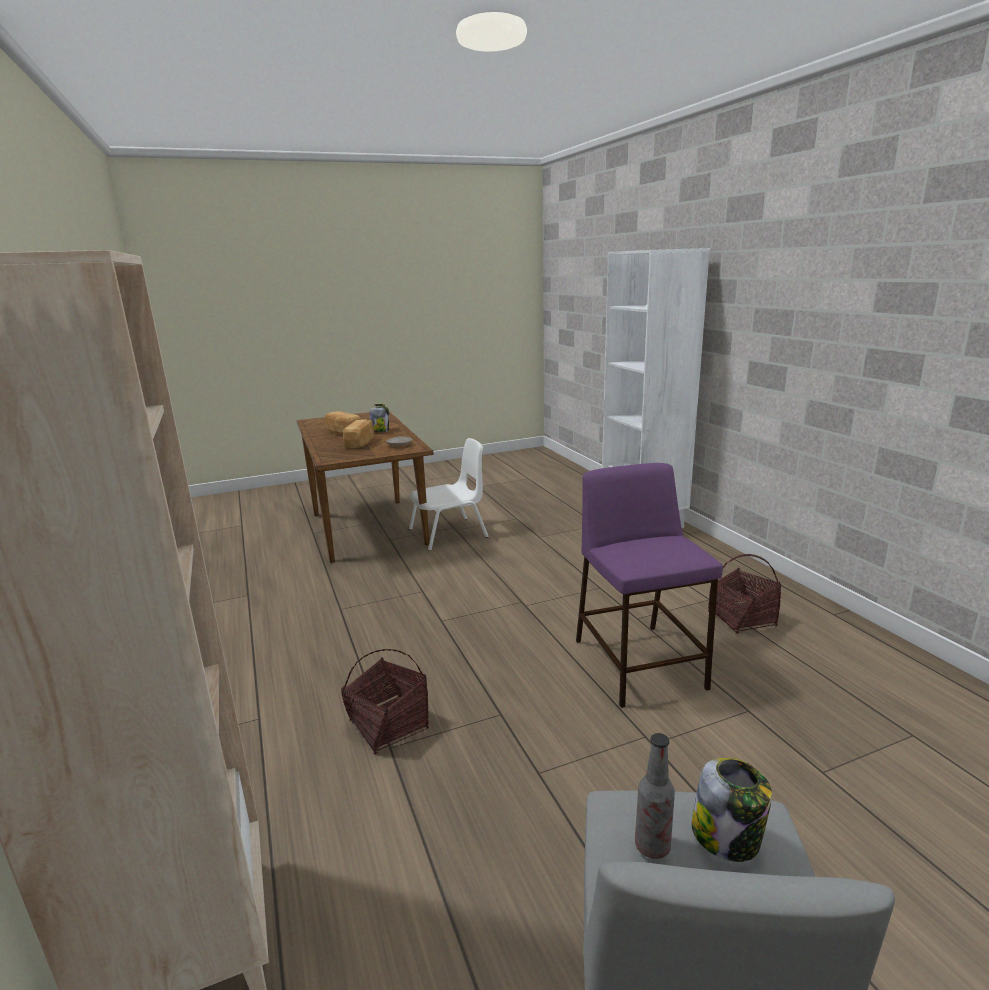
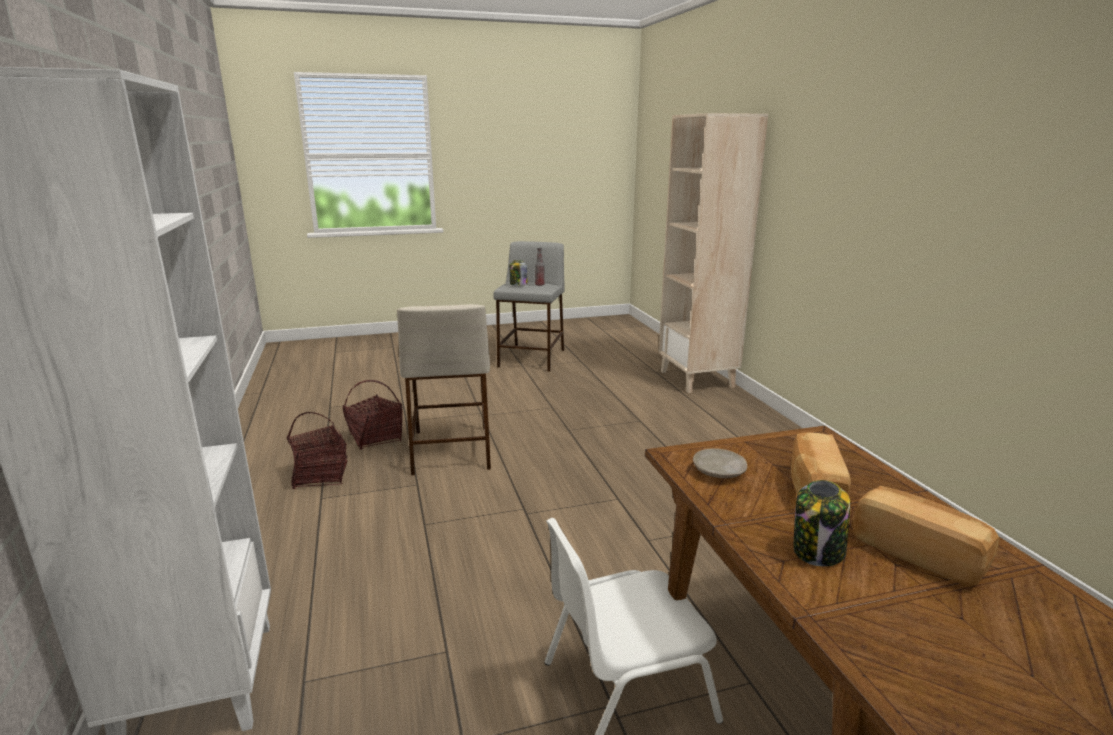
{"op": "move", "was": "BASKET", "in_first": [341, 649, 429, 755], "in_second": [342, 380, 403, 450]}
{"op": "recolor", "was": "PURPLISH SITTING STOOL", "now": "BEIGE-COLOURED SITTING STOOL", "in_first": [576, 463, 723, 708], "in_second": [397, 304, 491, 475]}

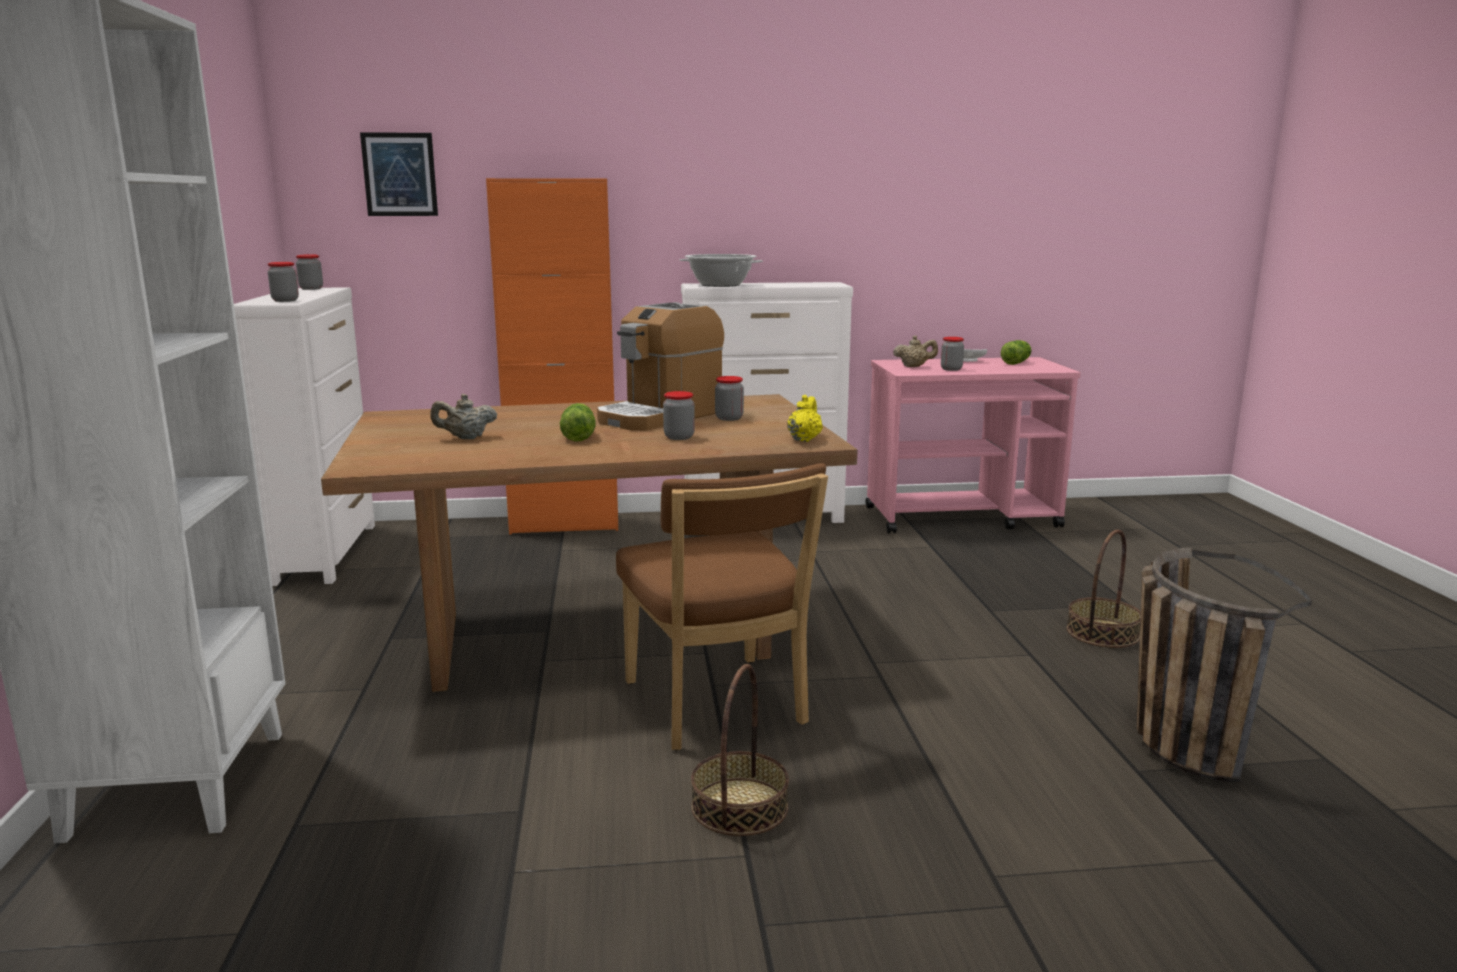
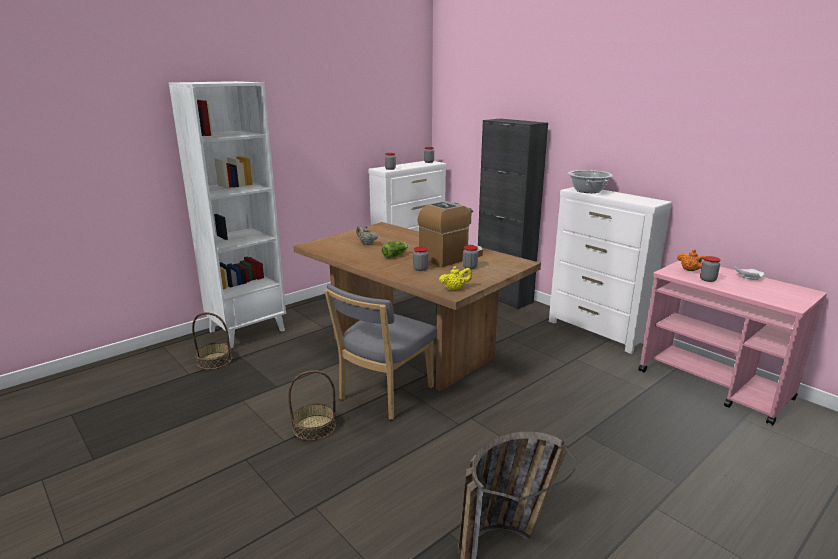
{"op": "delete", "was": "WALL ART", "in_first": [360, 132, 438, 216]}
{"op": "recolor", "was": "ORANGEY CUPBOARD", "now": "BLACKISH CUPBOARD", "in_first": [486, 178, 618, 535], "in_second": [478, 119, 548, 309]}
{"op": "rotate", "was": "COFFEE MACHINE", "in_first": [597, 302, 724, 430], "in_second": [418, 201, 483, 267], "clockwise": 135}
{"op": "recolor", "was": "BROWNISH PLAIN CHAIR", "now": "GRAY PLAIN CHAIR", "in_first": [616, 463, 828, 750], "in_second": [324, 284, 436, 420]}
{"op": "recolor", "was": "BEIGE-COLOURED TEA POT", "now": "ORANGEY TEA POT", "in_first": [893, 335, 938, 367], "in_second": [677, 249, 706, 271]}
{"op": "delete", "was": "LETTUCE", "in_first": [1001, 340, 1031, 365]}
{"op": "move", "was": "BASKET", "in_first": [1066, 530, 1141, 648], "in_second": [192, 312, 232, 370]}

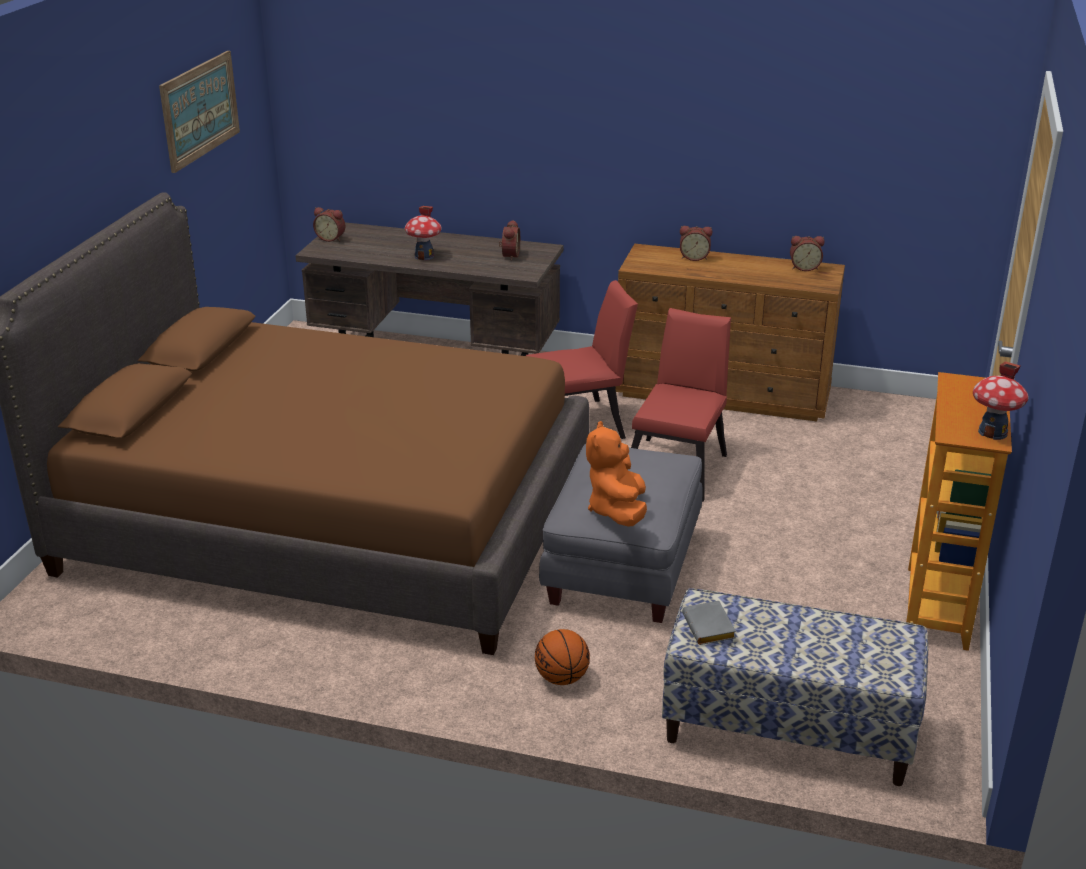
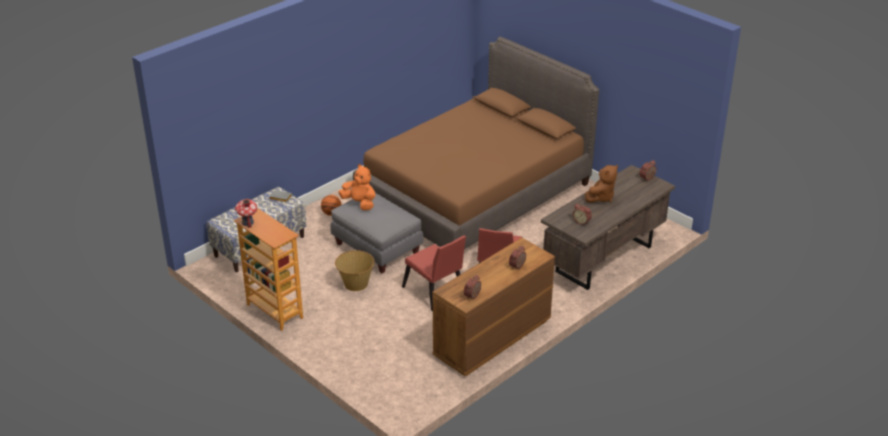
{"op": "delete", "was": "WALL ART", "in_first": [159, 51, 240, 173]}
{"op": "replace", "was": "MINIATURE HOUSE", "now": "BROWNISH SOFT TOY", "in_first": [405, 206, 442, 260], "in_second": [585, 165, 618, 203]}
{"op": "insert", "now": "BASKET", "in_second": [335, 250, 375, 291]}

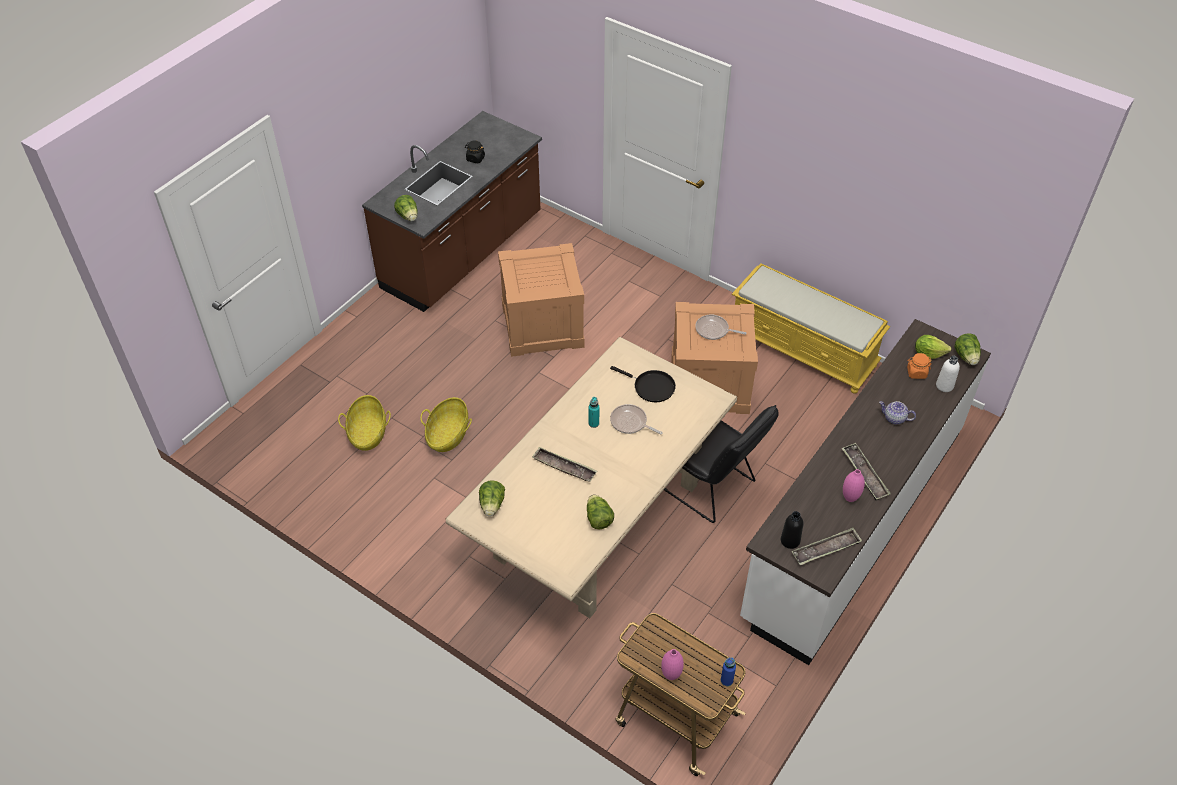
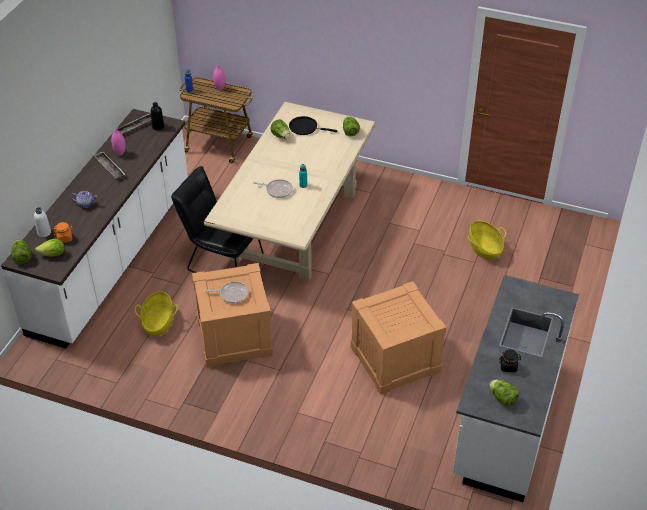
{"op": "recolor", "was": "BROWNISH KITCHEN COUNTER", "now": "WHITE-COLOURED KITCHEN COUNTER", "in_first": [362, 111, 542, 312], "in_second": [453, 276, 579, 502]}
{"op": "move", "was": "LETTUCE", "in_first": [394, 195, 418, 221], "in_second": [489, 380, 519, 407]}
{"op": "move", "was": "BASKET", "in_first": [420, 397, 472, 452], "in_second": [135, 291, 178, 336]}
{"op": "delete", "was": "CARRYING TRAY", "in_first": [532, 447, 597, 482]}
{"op": "move", "was": "BLACKISH SKILLET", "in_first": [610, 366, 676, 402], "in_second": [289, 116, 338, 135]}
{"op": "delete", "was": "YELLOWISH INDOOR BENCH", "in_first": [732, 263, 890, 394]}

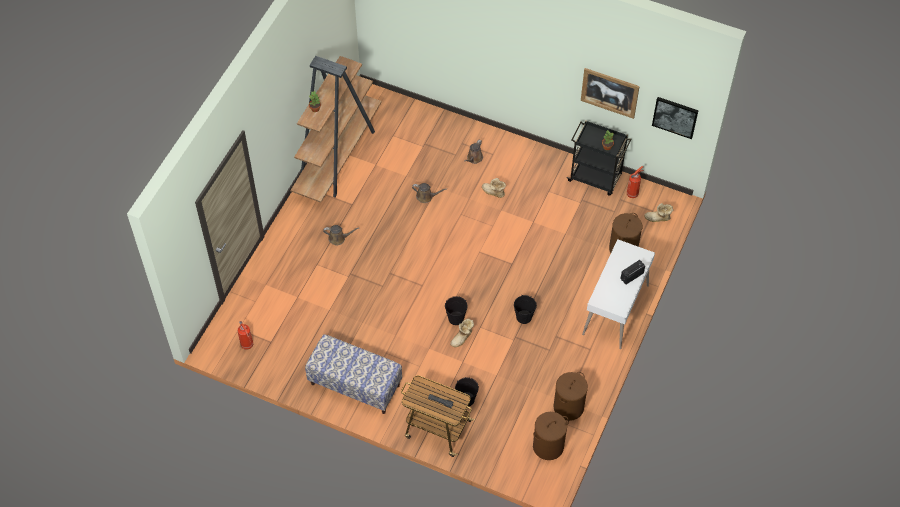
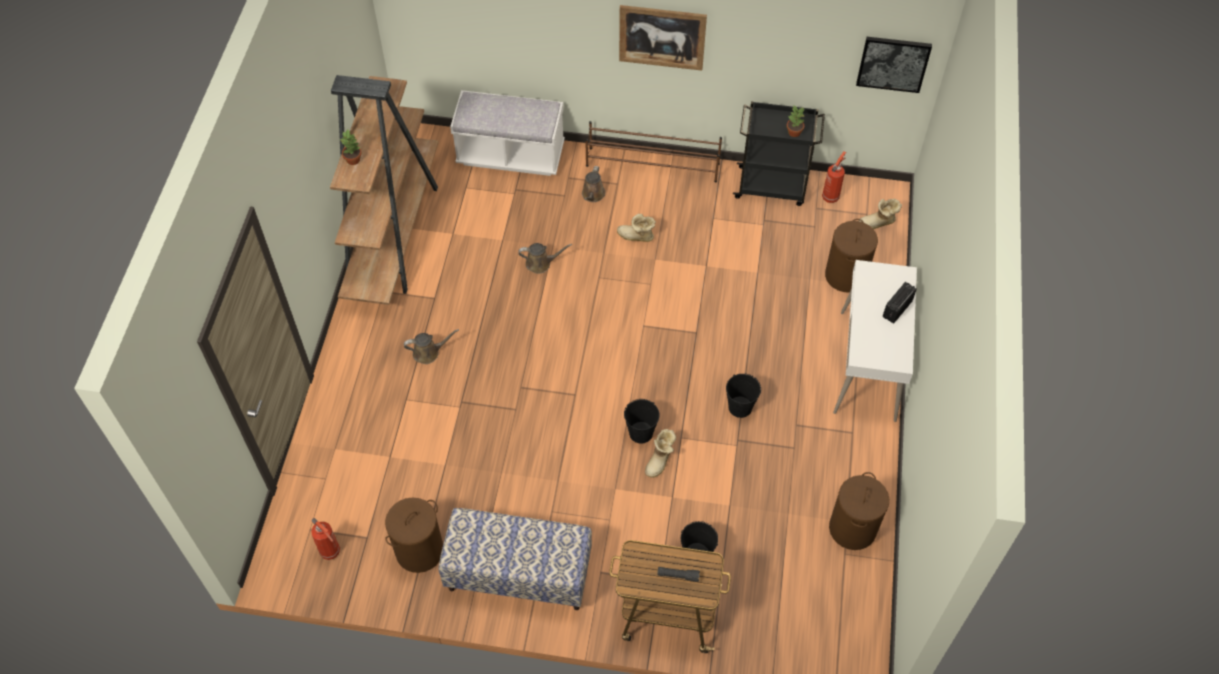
{"op": "move", "was": "BROWNISH WASHING BASKET", "in_first": [533, 412, 569, 460], "in_second": [385, 498, 443, 573]}
{"op": "move", "was": "WALL ART", "in_first": [581, 68, 640, 119], "in_second": [619, 5, 707, 71]}
{"op": "insert", "now": "WHITE-COLOURED INDOOR BENCH", "in_second": [450, 90, 565, 176]}
{"op": "insert", "now": "BROWNISH SHOE STAND", "in_second": [585, 121, 722, 183]}

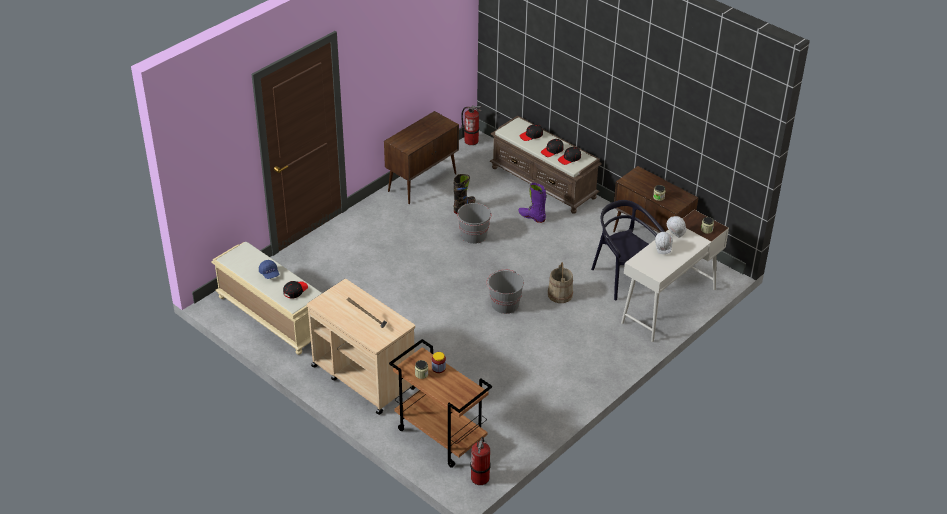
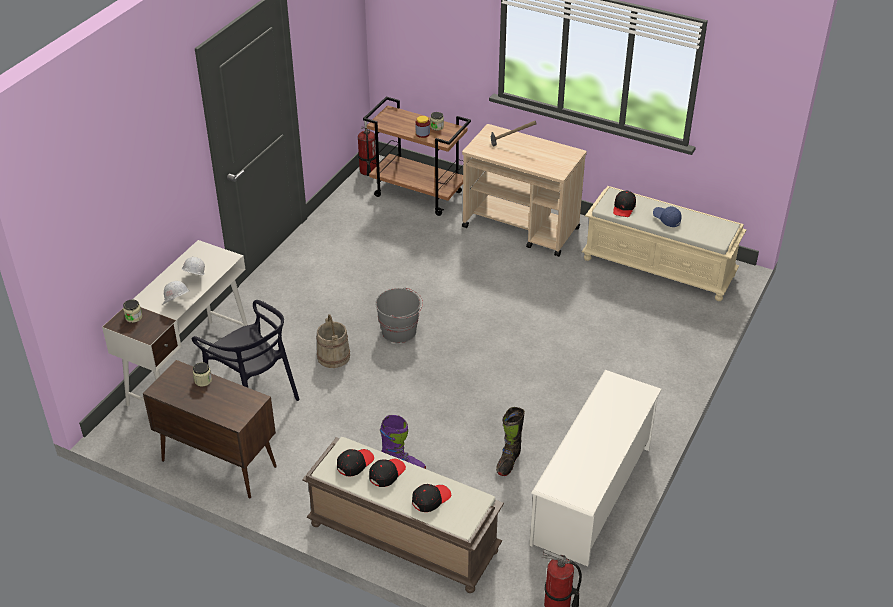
{"op": "replace", "was": "BROWNISH CUPBOARD", "now": "WHITE-COLOURED SHOE STAND", "in_first": [384, 111, 459, 204], "in_second": [529, 370, 662, 567]}
{"op": "delete", "was": "GRAY PAIL", "in_first": [457, 203, 492, 244]}

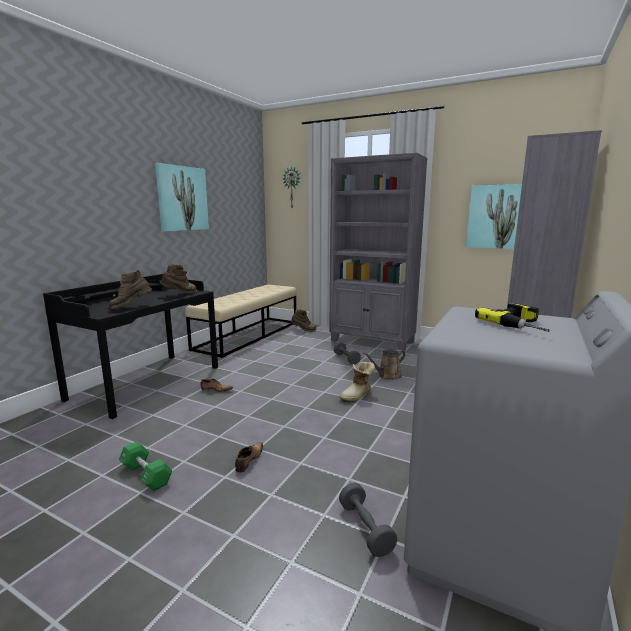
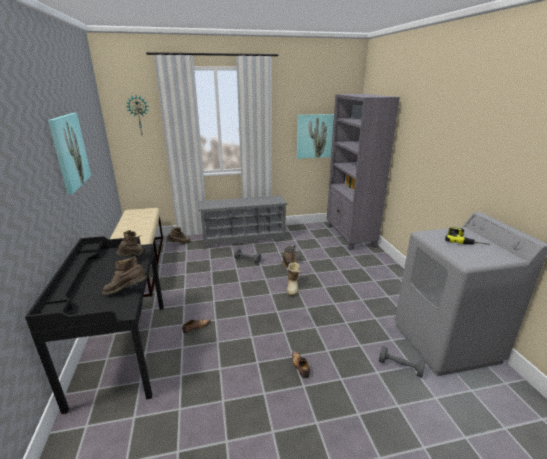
{"op": "rotate", "was": "BROWNISH HIGH-TOP BOOT", "in_first": [108, 270, 152, 310], "in_second": [102, 256, 147, 295], "clockwise": 75}
{"op": "delete", "was": "GREEN DUMBBELL", "in_first": [119, 441, 172, 492]}
{"op": "replace", "was": "GRAY BOOKCASE", "now": "GRAY SHOE STAND", "in_first": [329, 153, 427, 353], "in_second": [198, 195, 288, 248]}

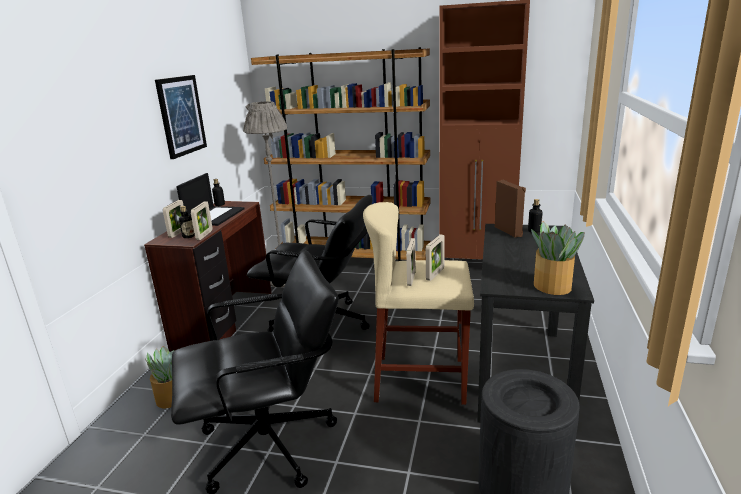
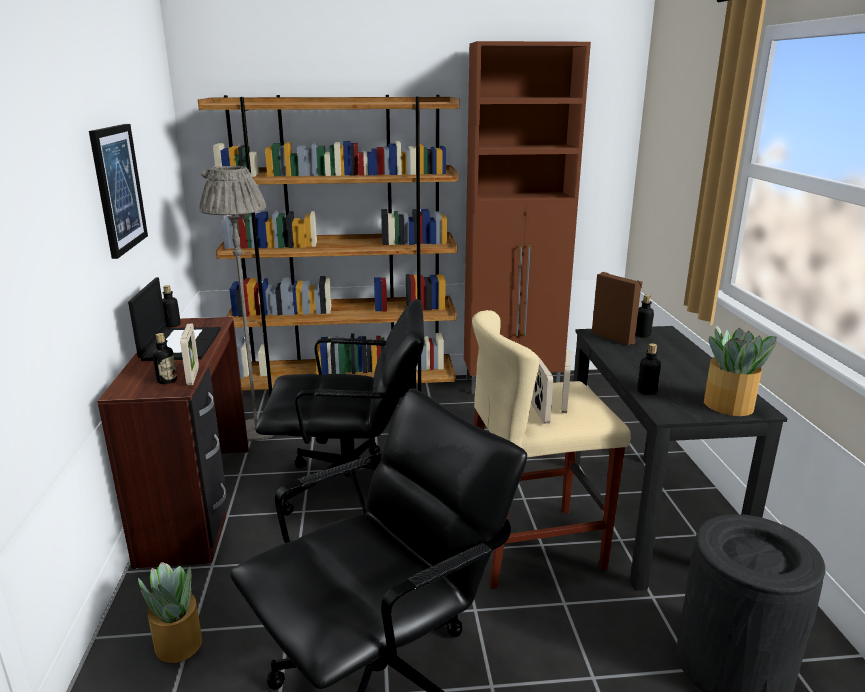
{"op": "delete", "was": "PHOTO FRAME", "in_first": [163, 200, 184, 238]}
{"op": "insert", "now": "BEVERAGE BOTTLE", "in_second": [637, 343, 661, 395]}

